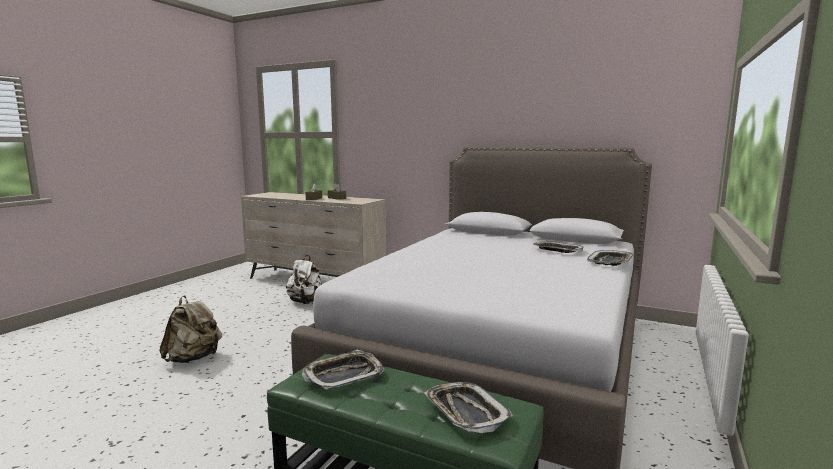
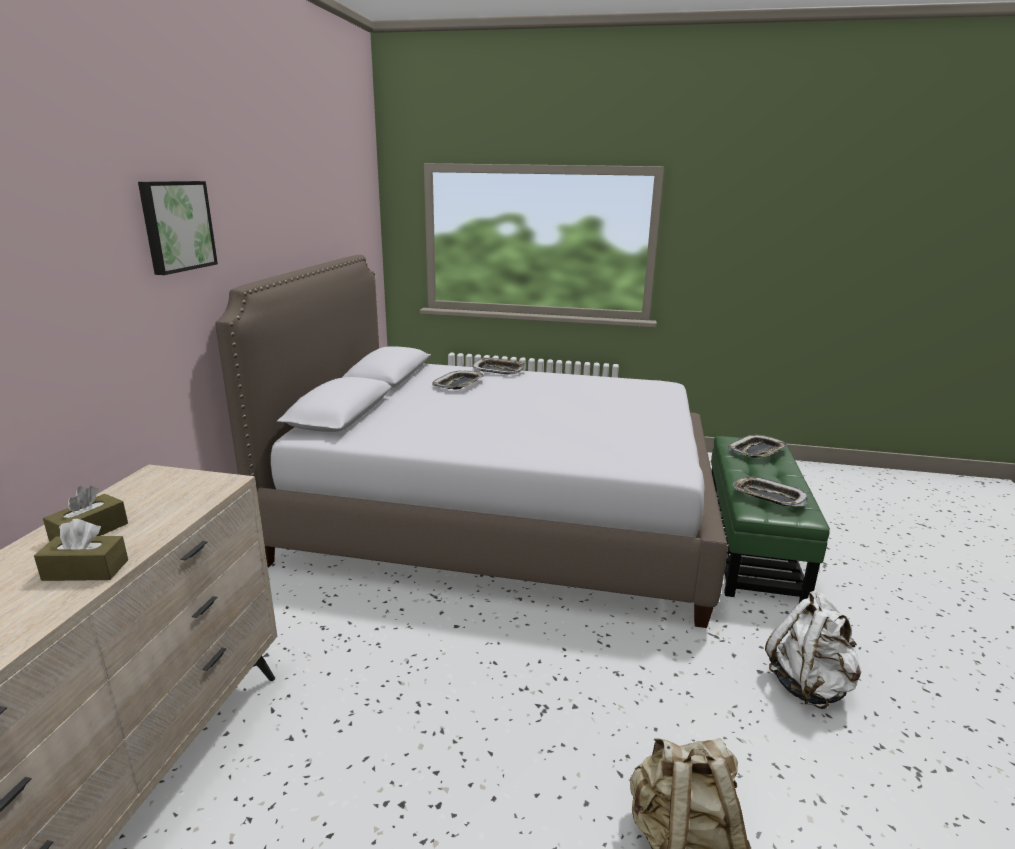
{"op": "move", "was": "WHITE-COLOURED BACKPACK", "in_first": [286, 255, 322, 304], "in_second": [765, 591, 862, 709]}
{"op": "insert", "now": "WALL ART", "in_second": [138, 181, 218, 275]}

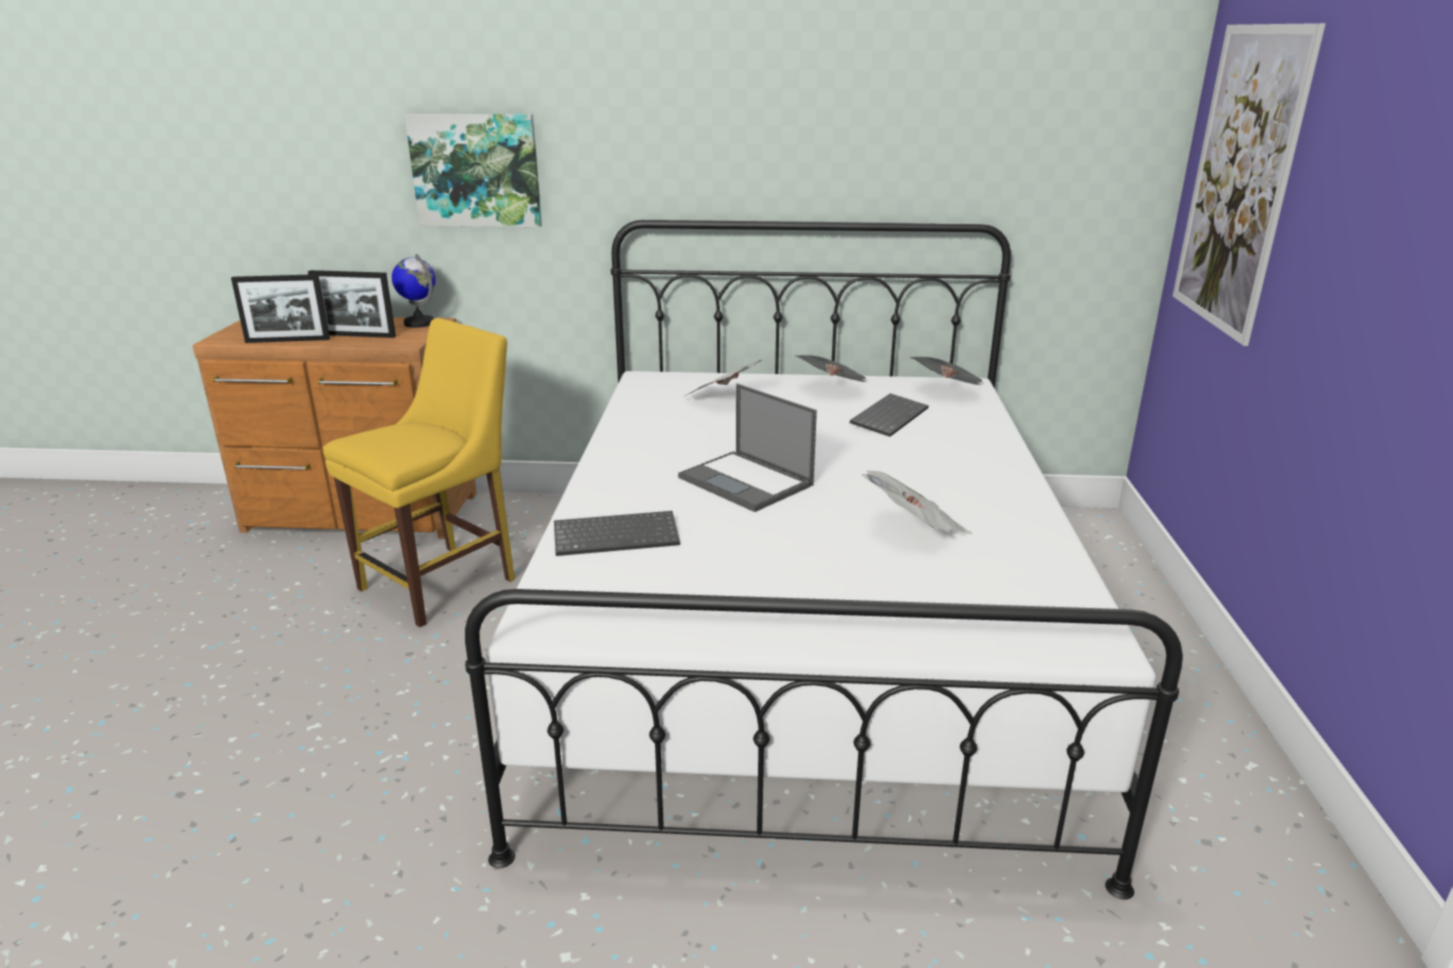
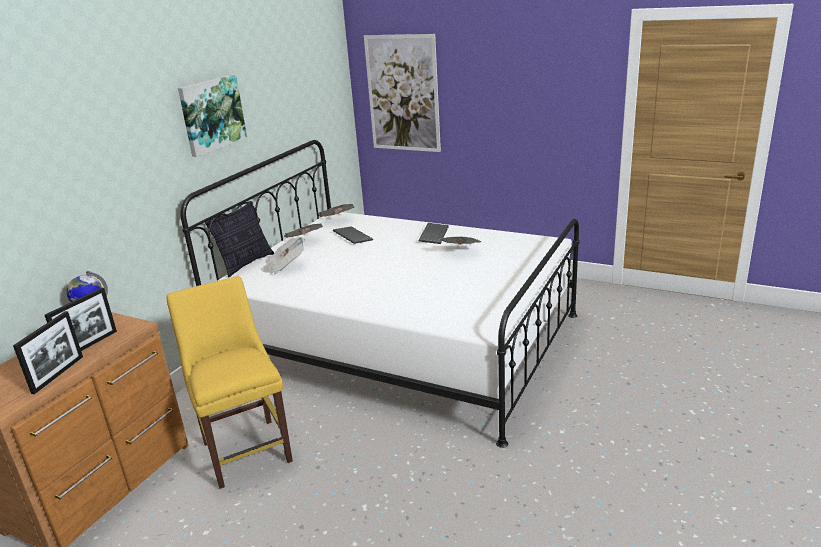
{"op": "move", "was": "WALL ART", "in_first": [405, 113, 542, 227], "in_second": [178, 74, 247, 157]}
{"op": "move", "was": "COMPUTER KEYBOARD", "in_first": [554, 511, 680, 556], "in_second": [419, 223, 449, 244]}
{"op": "delete", "was": "PORTABLE COMPUTER", "in_first": [678, 384, 817, 512]}
{"op": "insert", "now": "THROW PILLOW", "in_second": [205, 201, 274, 277]}

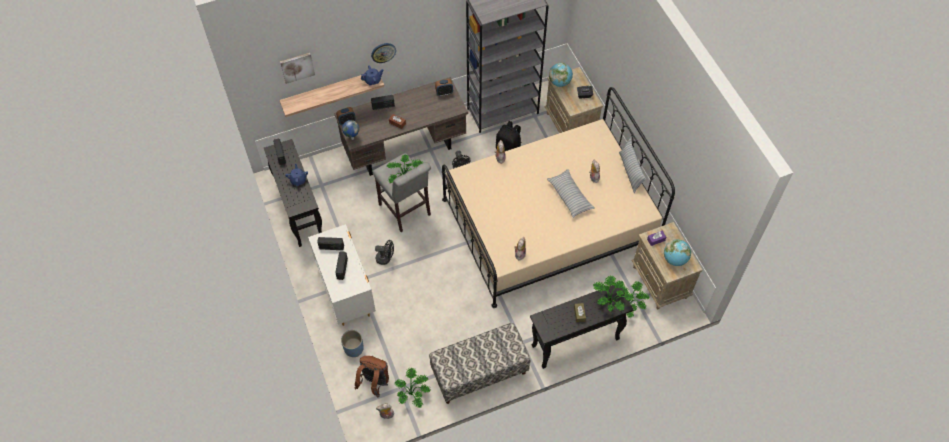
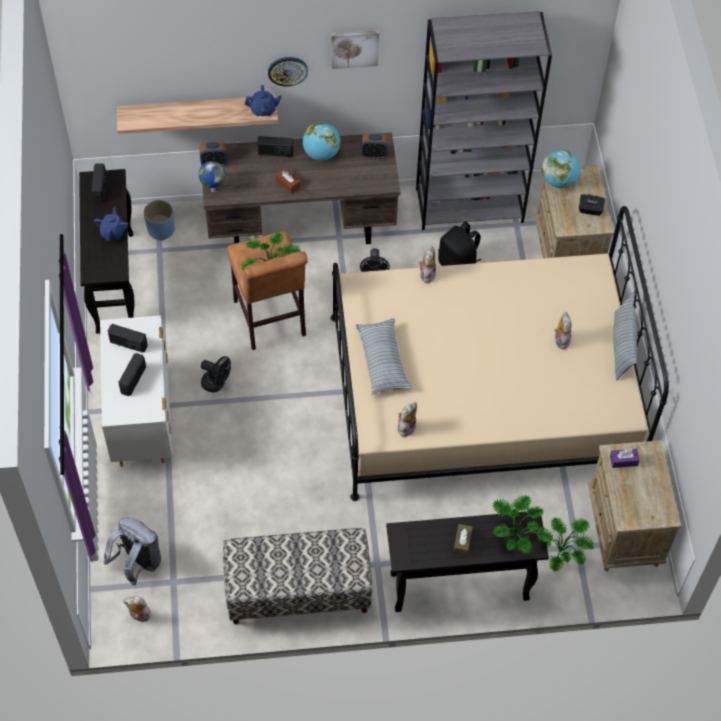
{"op": "move", "was": "WALL ART", "in_first": [280, 53, 315, 84], "in_second": [331, 30, 379, 69]}
{"op": "move", "was": "BLUE FLOWER POT", "in_first": [341, 330, 364, 357], "in_second": [144, 200, 175, 240]}
{"op": "recolor", "was": "BROWNISH BACKPACK", "now": "GRAY BACKPACK", "in_first": [354, 356, 389, 397], "in_second": [103, 518, 161, 585]}
{"op": "recolor", "was": "GRAY SITTING STOOL", "now": "BROWNISH SITTING STOOL", "in_first": [373, 153, 431, 232], "in_second": [227, 231, 308, 350]}
{"op": "delete", "was": "HOUSEPLANT", "in_first": [394, 367, 430, 409]}
{"op": "move", "was": "THROW PILLOW", "in_first": [547, 169, 595, 218], "in_second": [356, 318, 411, 394]}
{"op": "move", "was": "DESK GLOBE", "in_first": [664, 239, 691, 266], "in_second": [303, 122, 341, 161]}

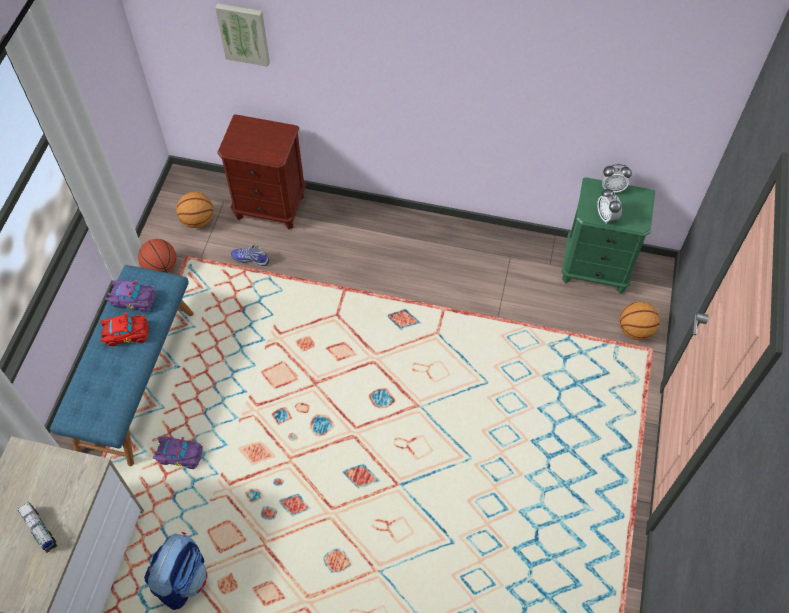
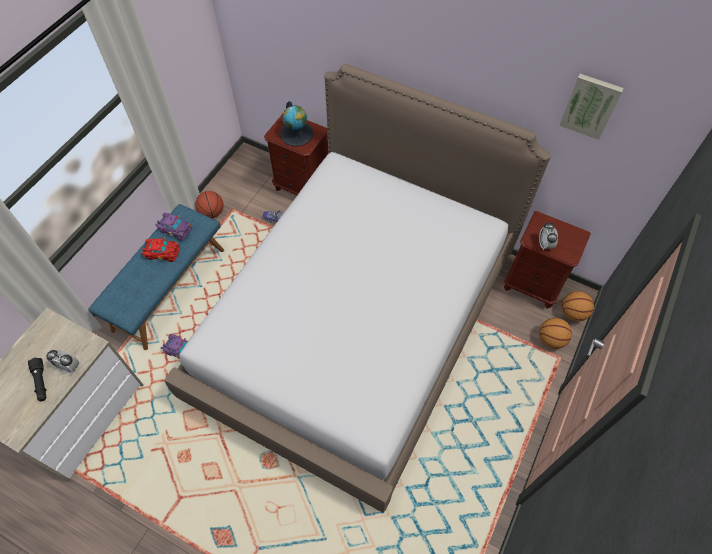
{"op": "replace", "was": "MODEL TRUCK", "now": "BLACKISH HAND TORCH", "in_first": [17, 502, 57, 553], "in_second": [28, 358, 47, 401]}
{"op": "delete", "was": "BACKPACK", "in_first": [144, 532, 207, 610]}
{"op": "move", "was": "BASKETBALL BALL", "in_first": [176, 192, 213, 228], "in_second": [562, 291, 594, 322]}
{"op": "move", "was": "WALL ART", "in_first": [215, 3, 270, 67], "in_second": [559, 74, 624, 140]}
{"op": "recolor", "was": "GREEN NIGHT TABLE", "now": "BROWNISH NIGHT TABLE", "in_first": [562, 177, 655, 294], "in_second": [504, 211, 591, 309]}
{"op": "move", "was": "BEDSIDE CLOCK", "in_first": [602, 164, 632, 193], "in_second": [46, 350, 79, 374]}
{"op": "insert", "now": "BEDROOM BED", "in_second": [165, 64, 551, 513]}
{"op": "insert", "now": "DESK GLOBE", "in_second": [280, 101, 313, 147]}

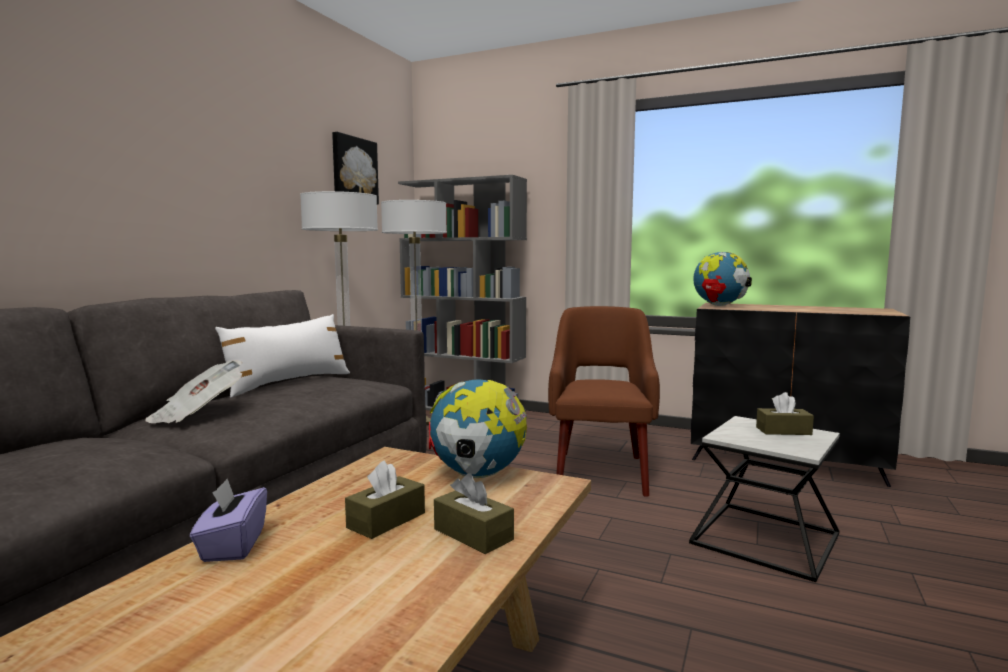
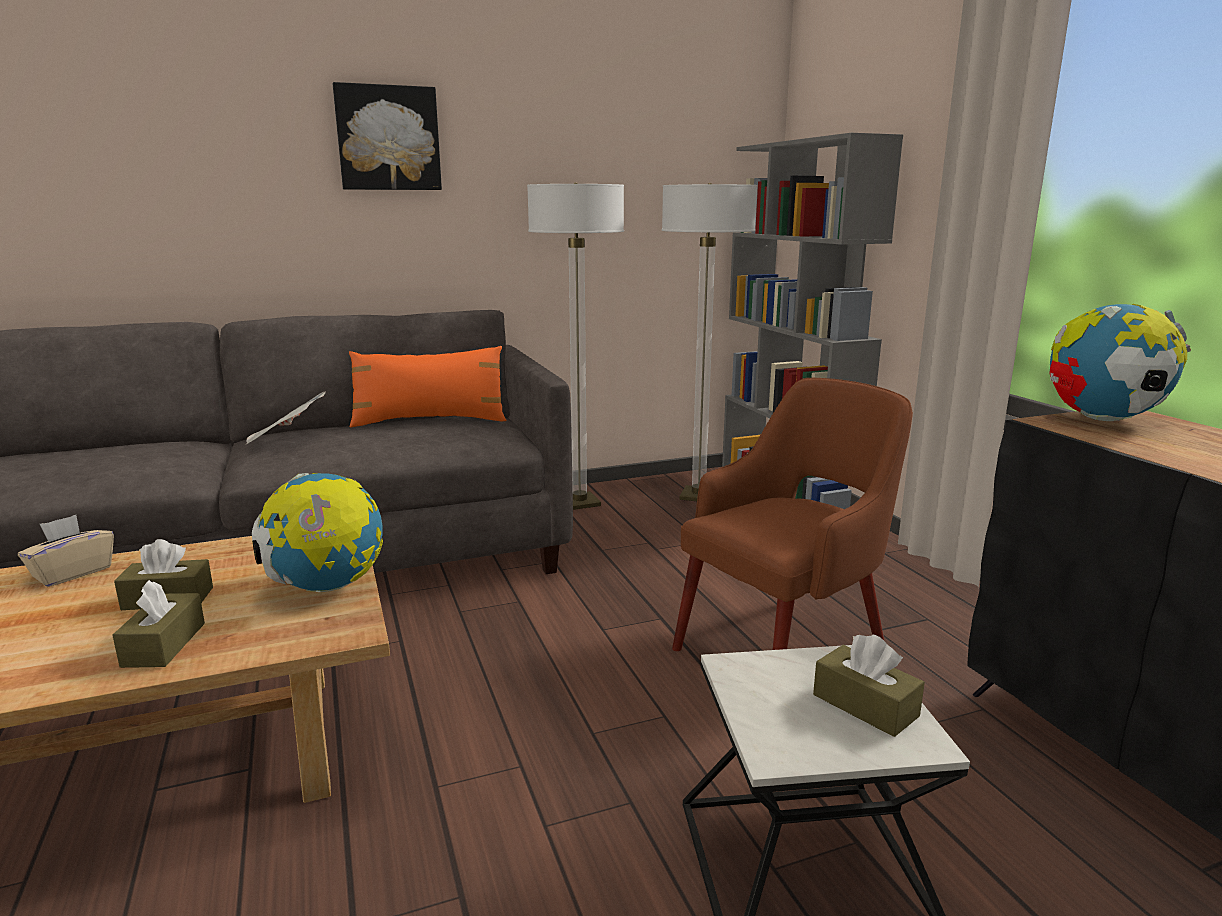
{"op": "recolor", "was": "PURPLISH TISSUE BOX", "now": "BEIGE-COLOURED TISSUE BOX", "in_first": [190, 479, 267, 562], "in_second": [18, 515, 114, 587]}
{"op": "recolor", "was": "WHITE-COLOURED THROW PILLOW", "now": "ORANGEY THROW PILLOW", "in_first": [215, 314, 350, 398], "in_second": [349, 346, 506, 428]}
{"op": "move", "was": "WALL ART", "in_first": [332, 132, 379, 205], "in_second": [333, 82, 442, 190]}

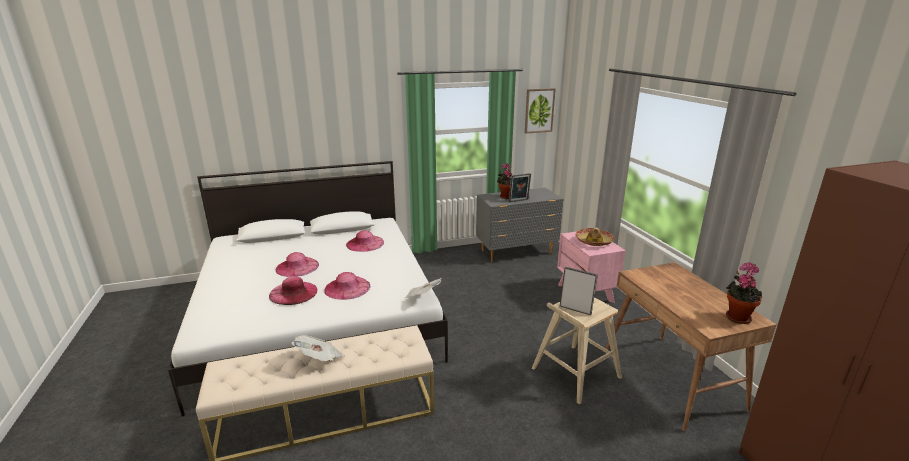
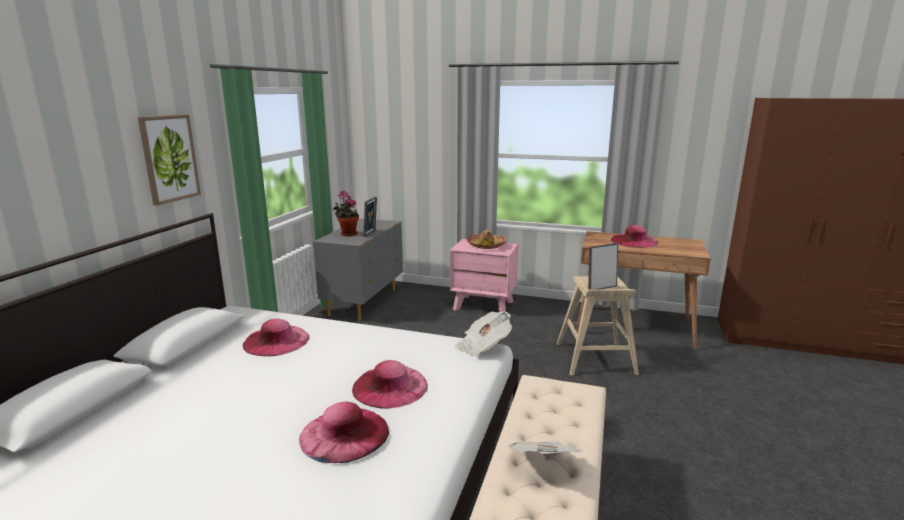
{"op": "move", "was": "PINKISH WEARABLE HAT", "in_first": [276, 252, 319, 277], "in_second": [611, 225, 658, 248]}
{"op": "move", "was": "WALL ART", "in_first": [525, 88, 556, 133], "in_second": [138, 115, 201, 205]}
{"op": "delete", "was": "HOUSEPLANT", "in_first": [726, 263, 762, 324]}

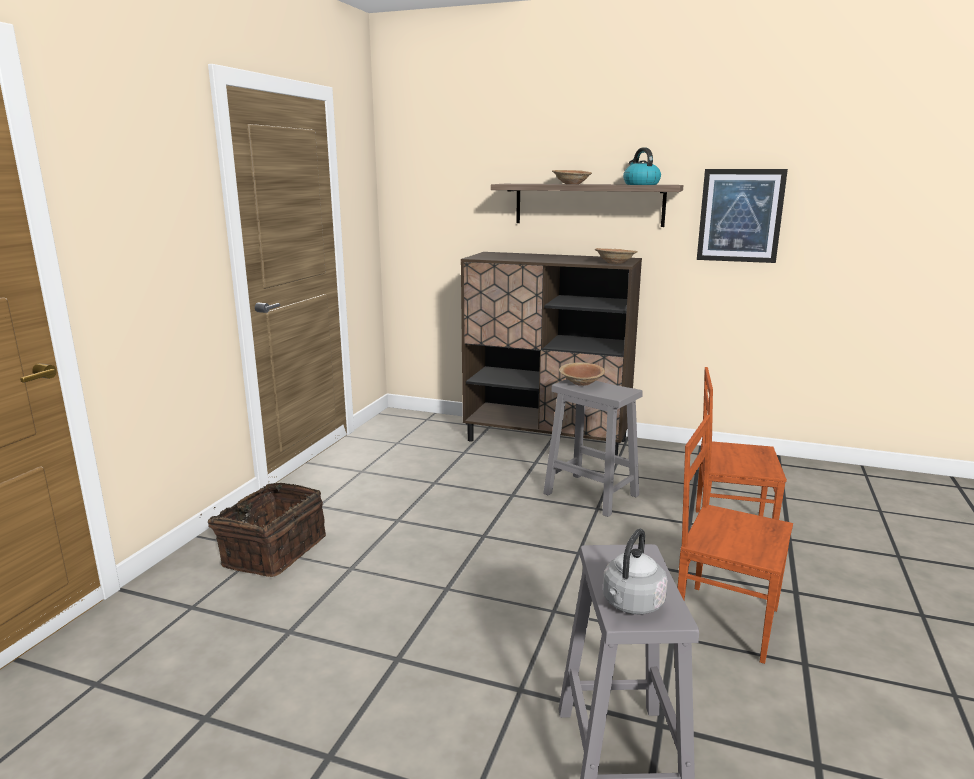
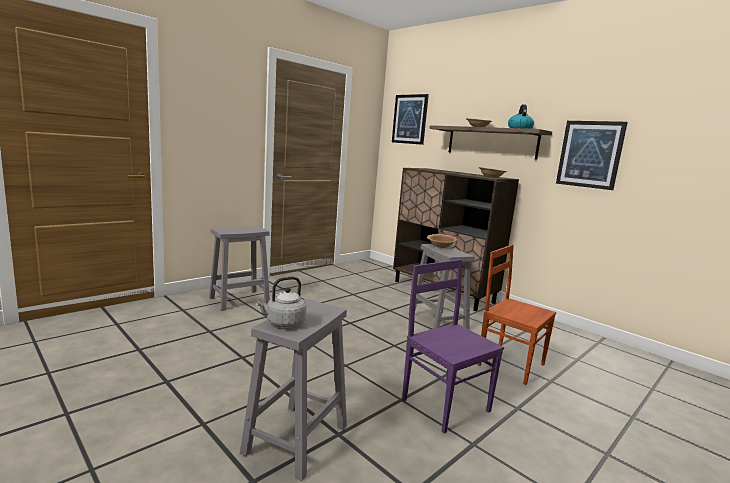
{"op": "replace", "was": "BASKET", "now": "GRAY SITTING STOOL", "in_first": [201, 483, 326, 577], "in_second": [209, 226, 270, 311]}
{"op": "recolor", "was": "BROWNISH PLAIN CHAIR", "now": "PURPLISH PLAIN CHAIR", "in_first": [678, 415, 793, 664], "in_second": [402, 259, 504, 433]}
{"op": "insert", "now": "WALL ART", "in_second": [392, 94, 429, 145]}

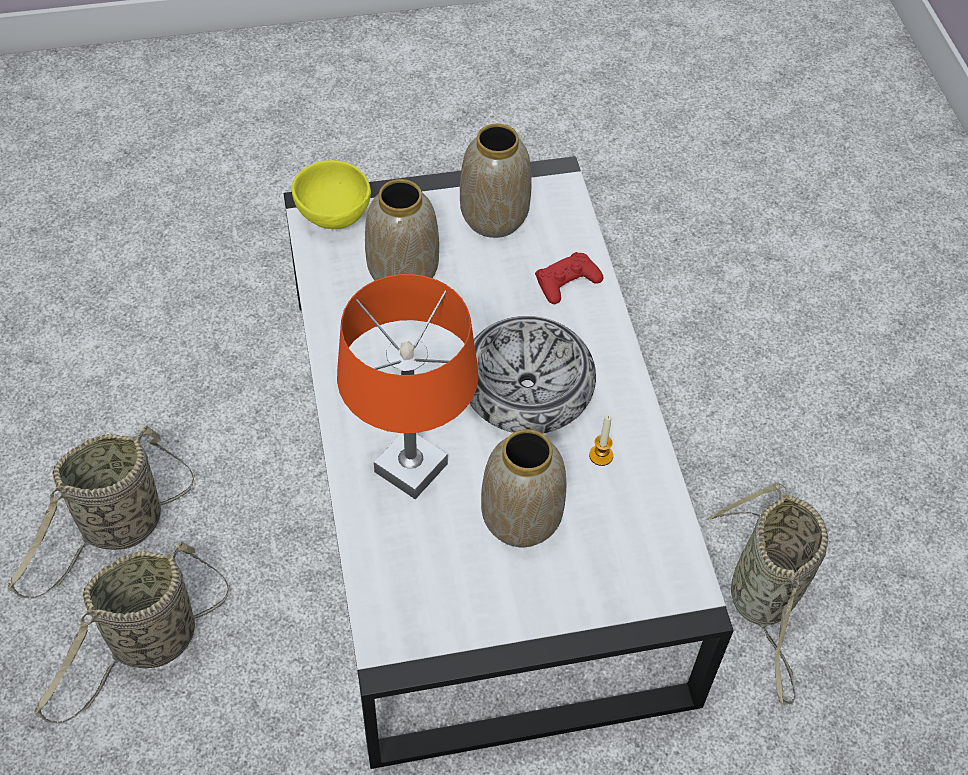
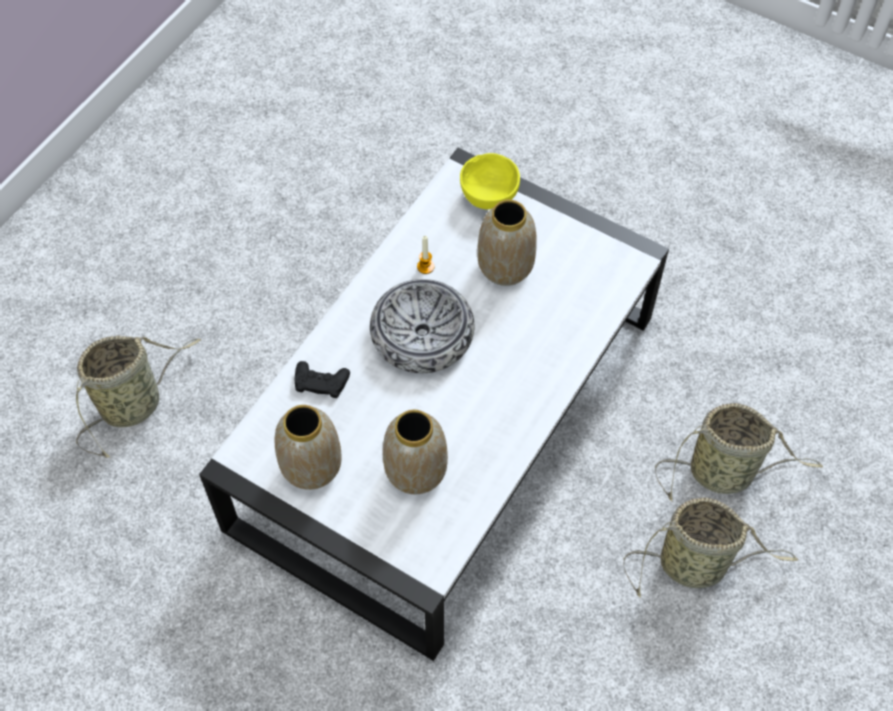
{"op": "move", "was": "YELLOWISH BOWL", "in_first": [292, 160, 371, 229], "in_second": [460, 153, 520, 209]}
{"op": "delete", "was": "ORANGEY TABLE LAMP", "in_first": [337, 274, 479, 499]}
{"op": "recolor", "was": "RED GAME CONTROLLER", "now": "BLACKISH GAME CONTROLLER", "in_first": [535, 252, 604, 304], "in_second": [295, 361, 350, 398]}
{"op": "move", "was": "BASKET", "in_first": [707, 482, 828, 705], "in_second": [76, 336, 201, 458]}

